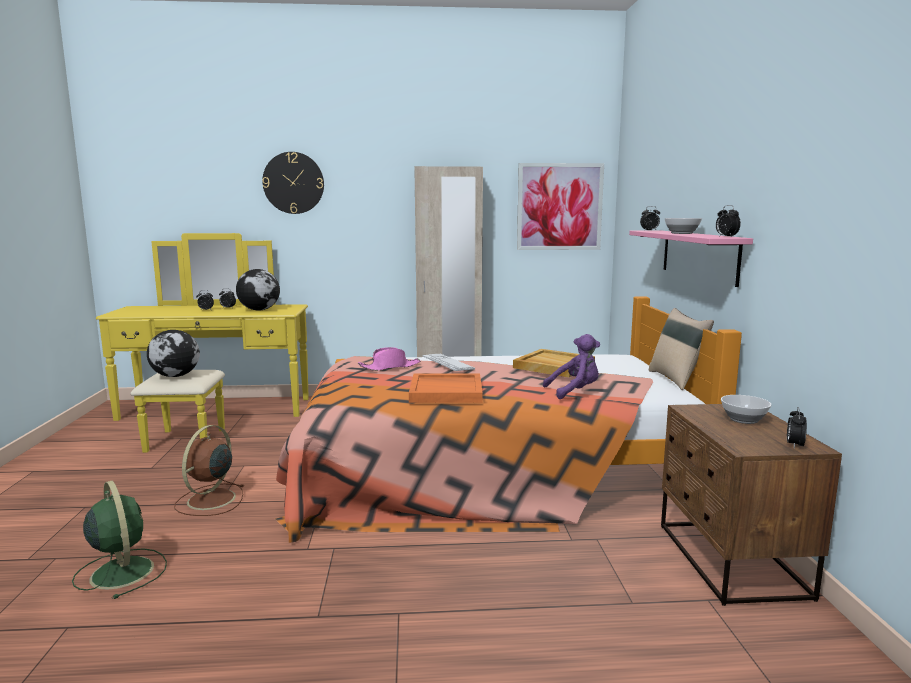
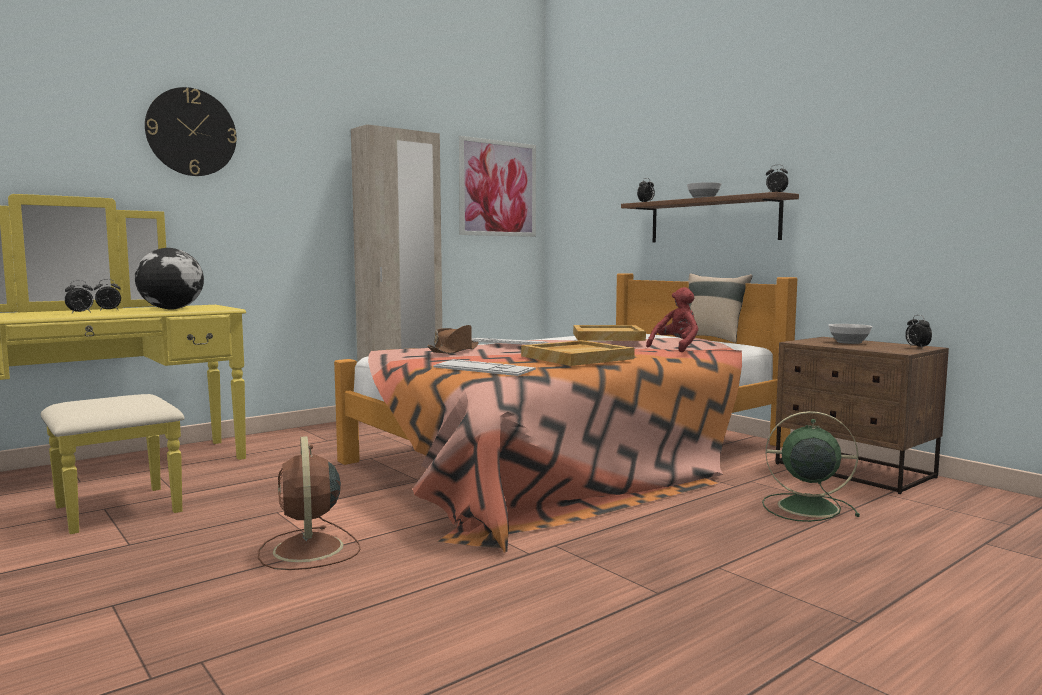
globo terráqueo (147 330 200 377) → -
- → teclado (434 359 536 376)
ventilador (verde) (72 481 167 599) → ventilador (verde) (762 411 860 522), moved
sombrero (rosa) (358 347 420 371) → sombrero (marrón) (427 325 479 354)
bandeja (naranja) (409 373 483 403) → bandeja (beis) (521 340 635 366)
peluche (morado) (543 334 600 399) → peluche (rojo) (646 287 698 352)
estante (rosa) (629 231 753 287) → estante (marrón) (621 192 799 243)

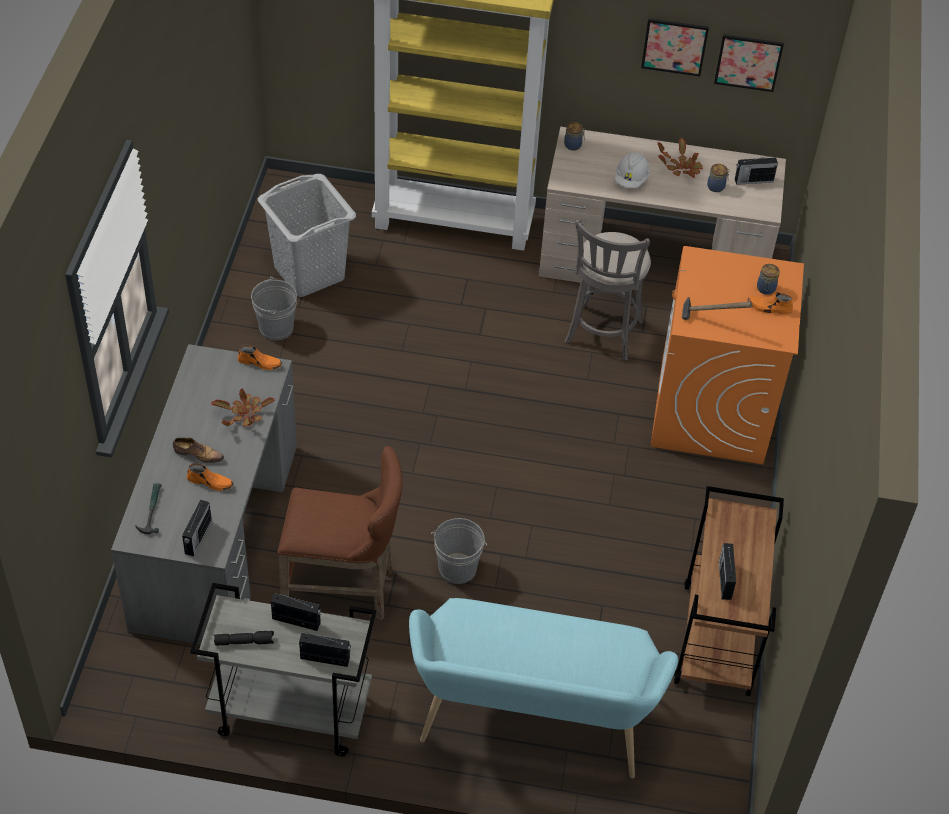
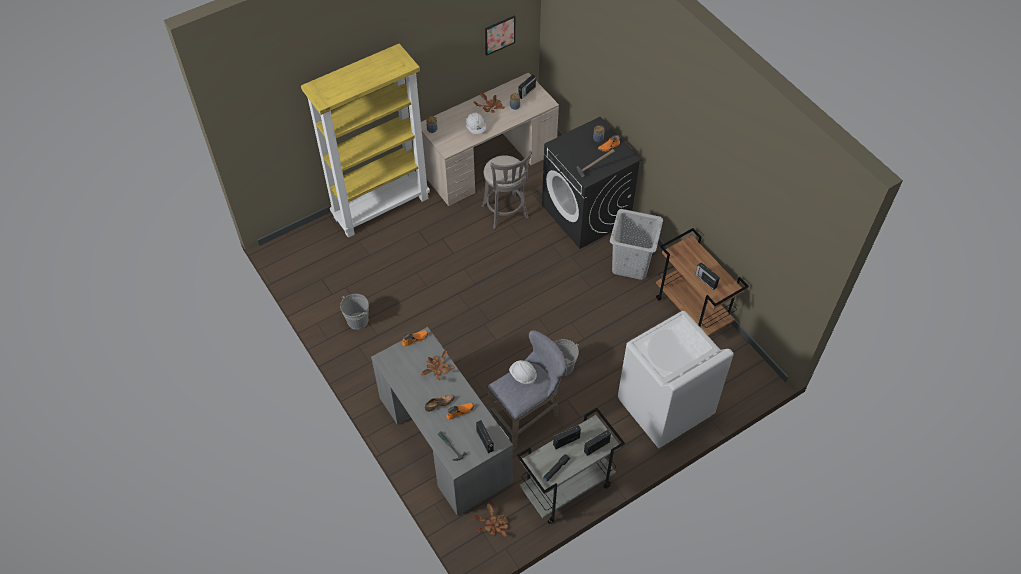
cuadro (641 18 709 76) → -
- → planta en maceta (474 504 508 537)
- → casco (blanco) (509 360 537 384)
cesto de la ropa (gris) (258 174 356 297) → cesto de la ropa (gris) (610 209 663 280), moved
banco (turquesa) (409 598 678 779) → lavadora (blanco) (618 311 734 449)
taburete (marrón) (278 446 403 621) → taburete (gris) (488 330 567 449)
lavadora (naranja) (651 246 804 464) → lavadora (negro) (542 117 642 249)

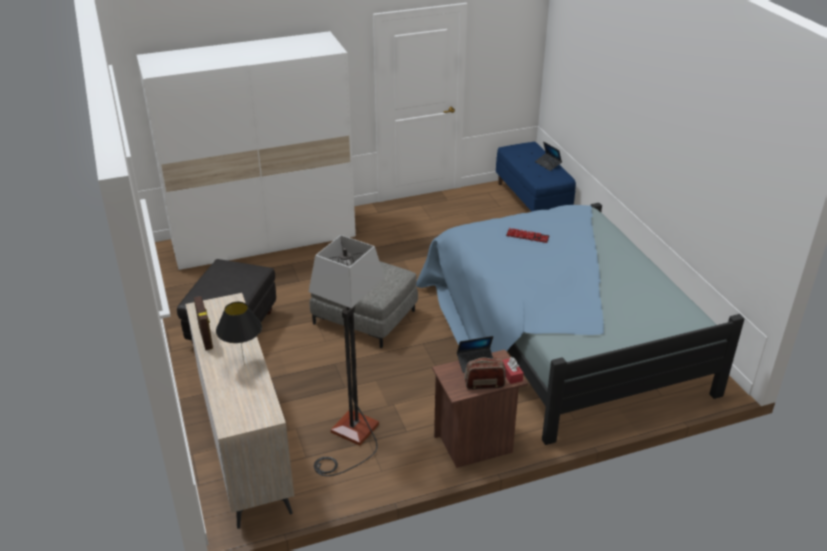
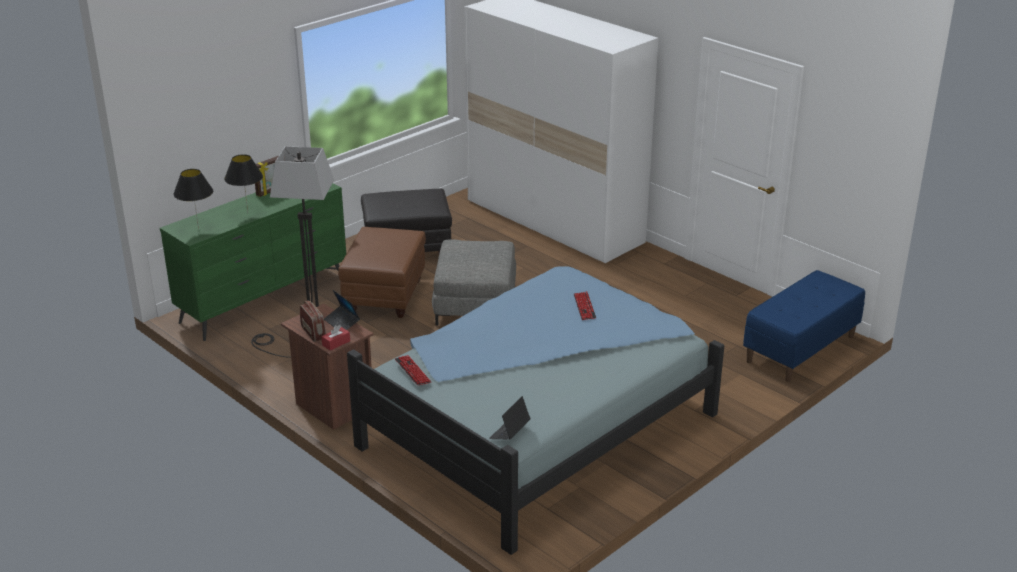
- → lámpara de mesa (negro) (173 169 213 229)
- → puf (marrón) (338 227 426 318)
- → teclado (395 355 431 386)
portátil (535 141 562 171) → portátil (489 396 530 439), moved
cómoda (beis) (185 293 294 529) → cómoda (verde) (160 183 346 341)

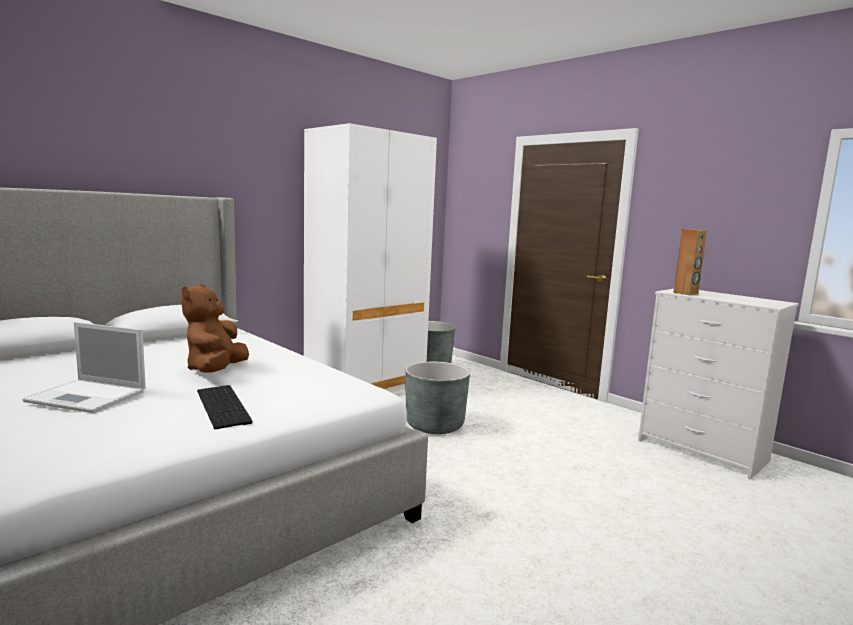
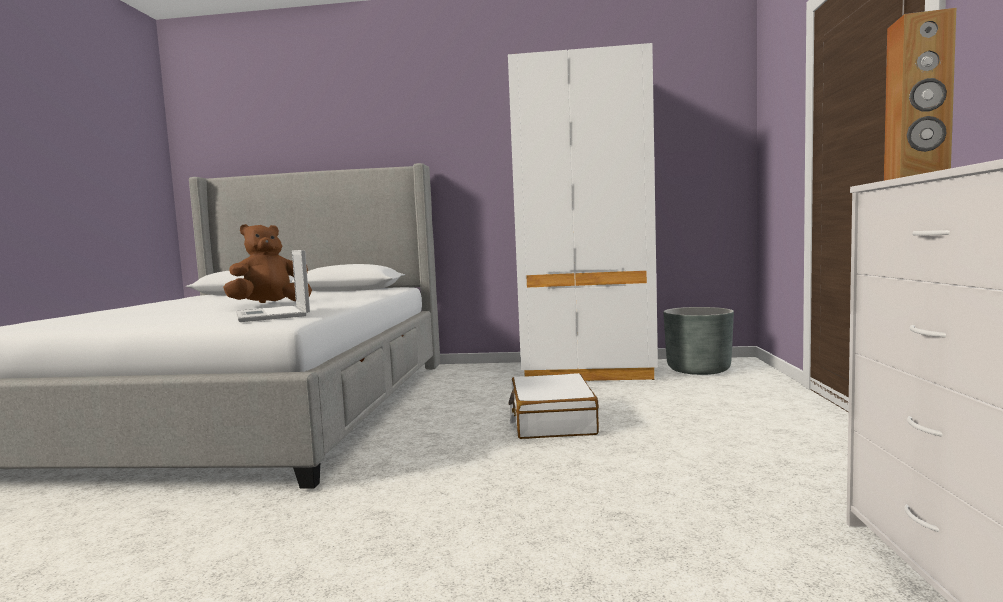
teclado (197 385 253 429) → -
portátil (22 322 146 413) → portátil (236 250 310 322), moved
maceta (gris) (405 362 470 434) → maleta (blanco) (508 373 599 439)

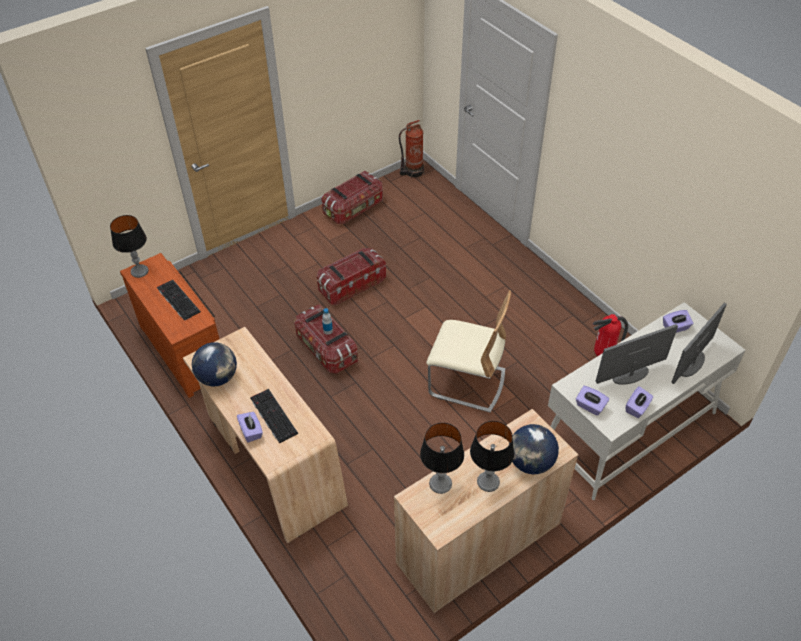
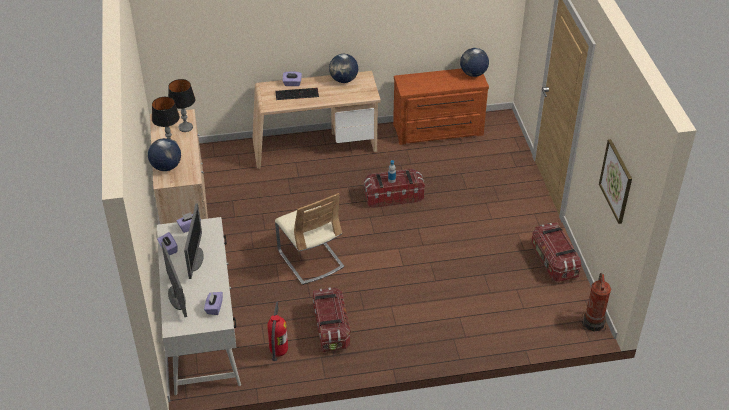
teclado (157 280 201 321) → -
- → cuadro (599 139 632 224)
caja de almacenaje (317 248 386 306) → caja de almacenaje (313 288 351 352), moved
lámpara de mesa (110 215 148 278) → globo terráqueo (460 48 489 77)
silla (beis) (426 290 511 412) → silla (beis) (275 193 344 285), 75 degrees counterclockwise

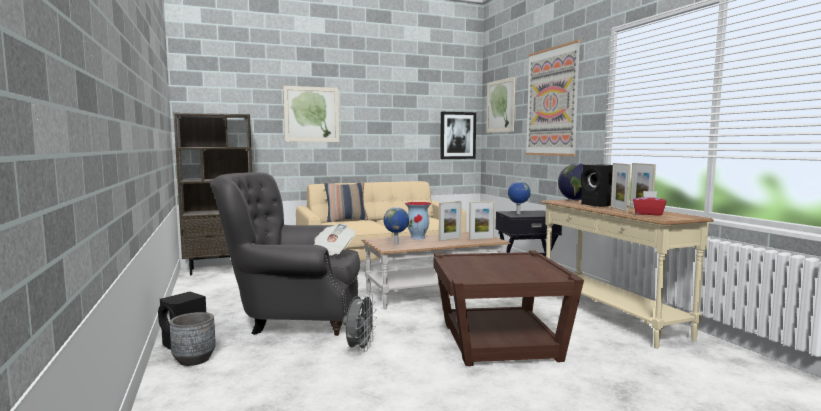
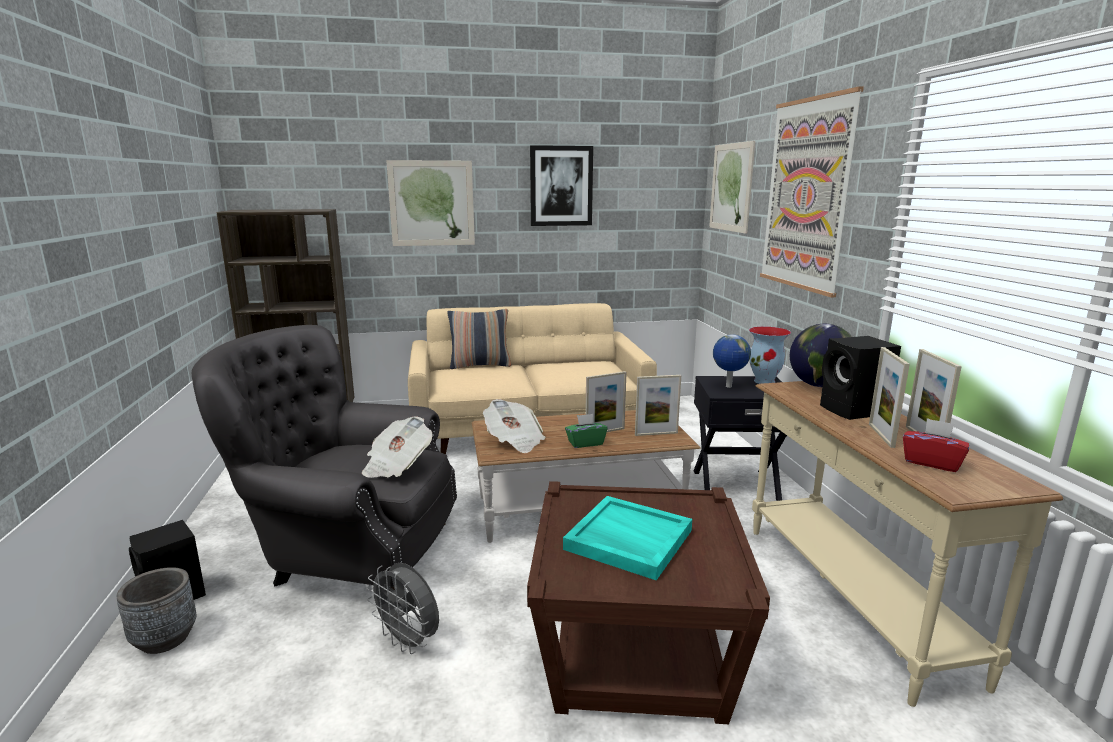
- → bandeja (turquesa) (563 496 692 580)
- → caja de pañuelos (verde) (565 414 608 448)
florero (405 202 432 240) → florero (749 326 791 384), moved
cuadro (440 112 476 159) → cuadro (530 145 593 226), moved
globo terráqueo (383 207 409 245) → periódico (483 399 546 453)
ventilador (gris) (343 293 377 352) → ventilador (gris) (366 563 439 654), 105 degrees clockwise

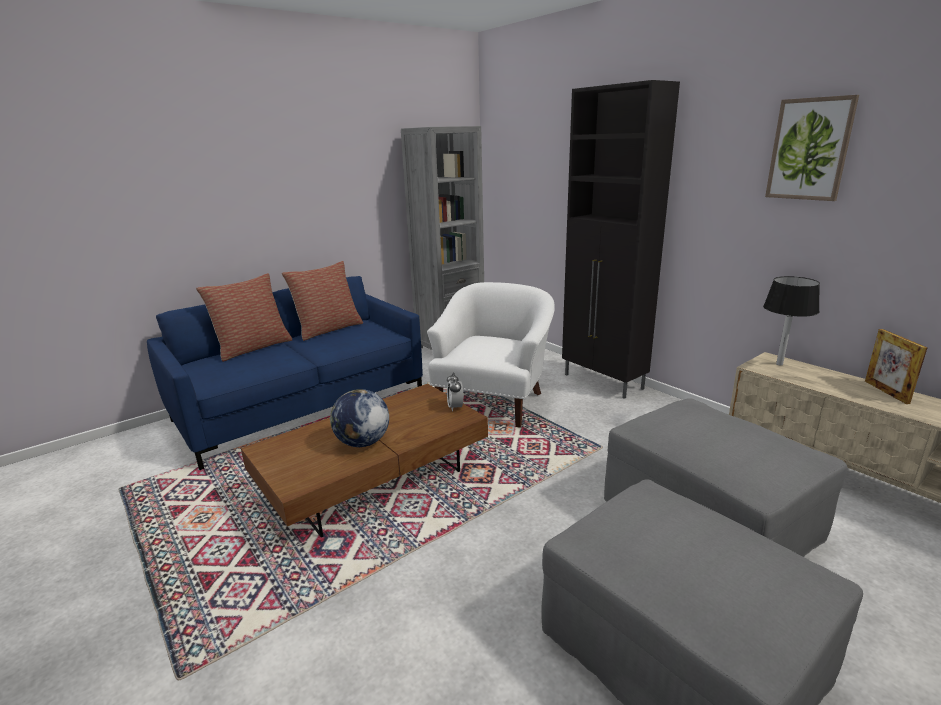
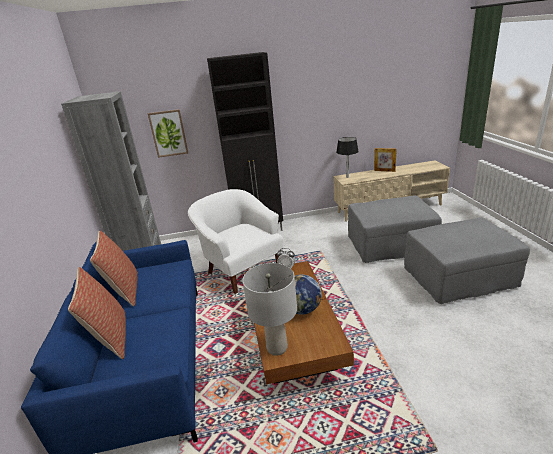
- → lámpara de mesa (gris) (243 263 297 356)
cuadro (765 95 859 201) → cuadro (148 109 188 158), moved

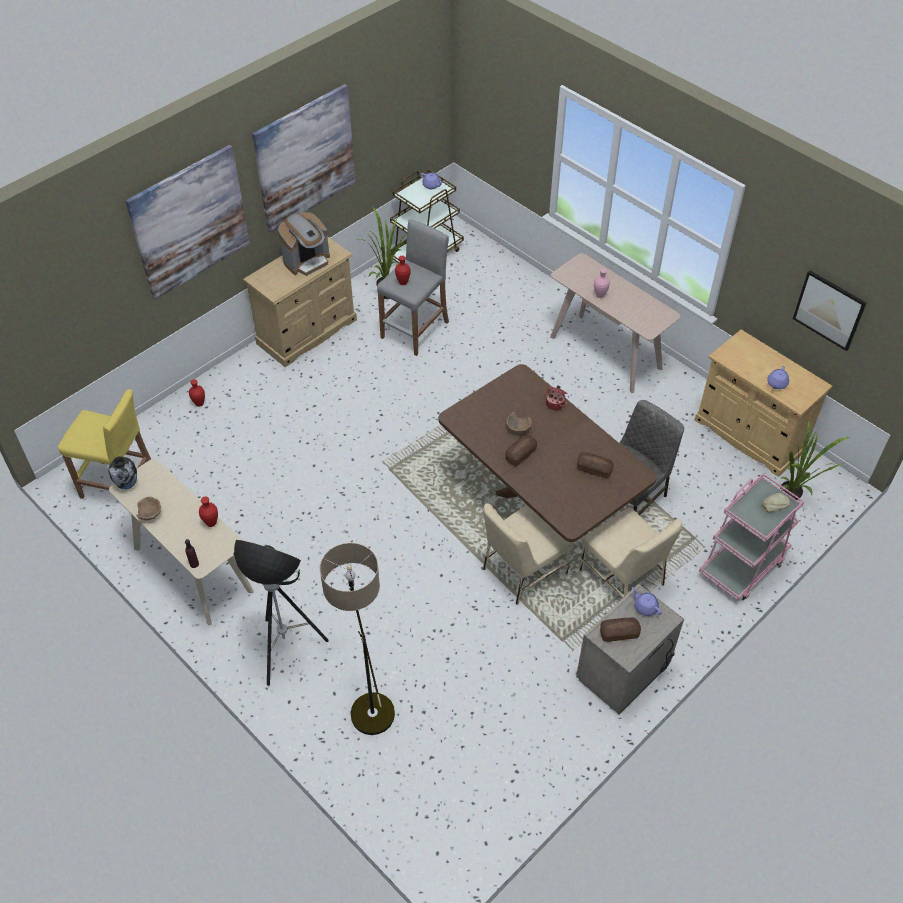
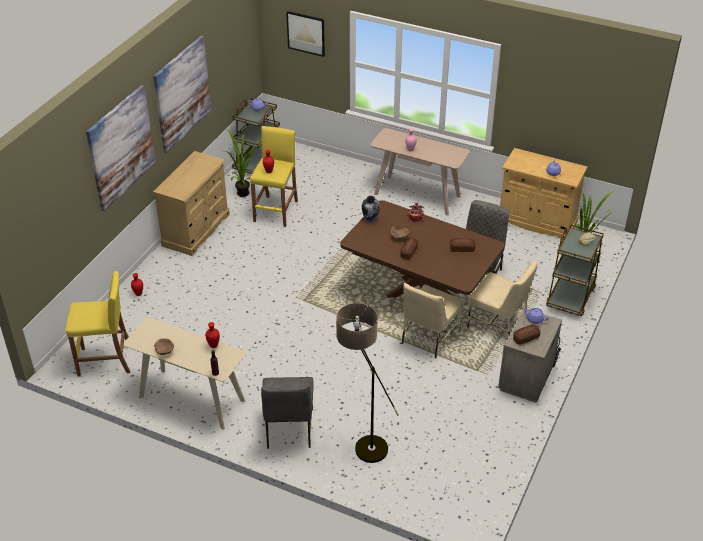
cafetera (278 212 330 276) → -
florero (108 456 137 489) → florero (362 196 380 222), moved
cuadro (793 270 866 351) → cuadro (286 11 325 57), moved
lámpara de pie (233 540 329 686) → silla (gris) (261 377 314 449)
taburete (gris) (377 219 449 356) → taburete (amarillo) (250 126 298 227)
carrito (rosa) (699 473 804 600) → carrito (marrón) (546 224 604 316)

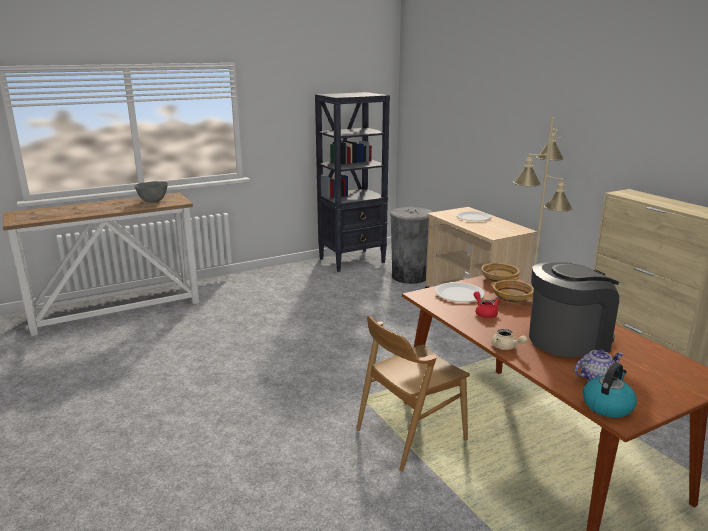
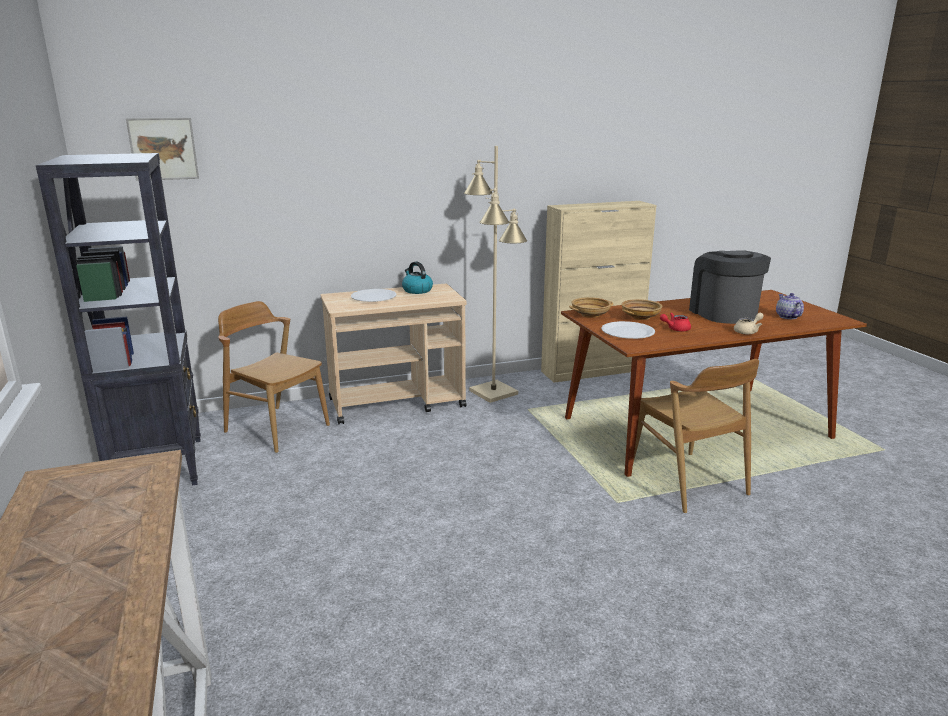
cuenco (gris) (134 181 168 203) → -
- → cuadro (126 118 199 181)
hervidor (583 362 637 418) → hervidor (402 261 433 294), moved
papelera (gris) (390 207 433 284) → silla (marrón) (218 301 330 453)

